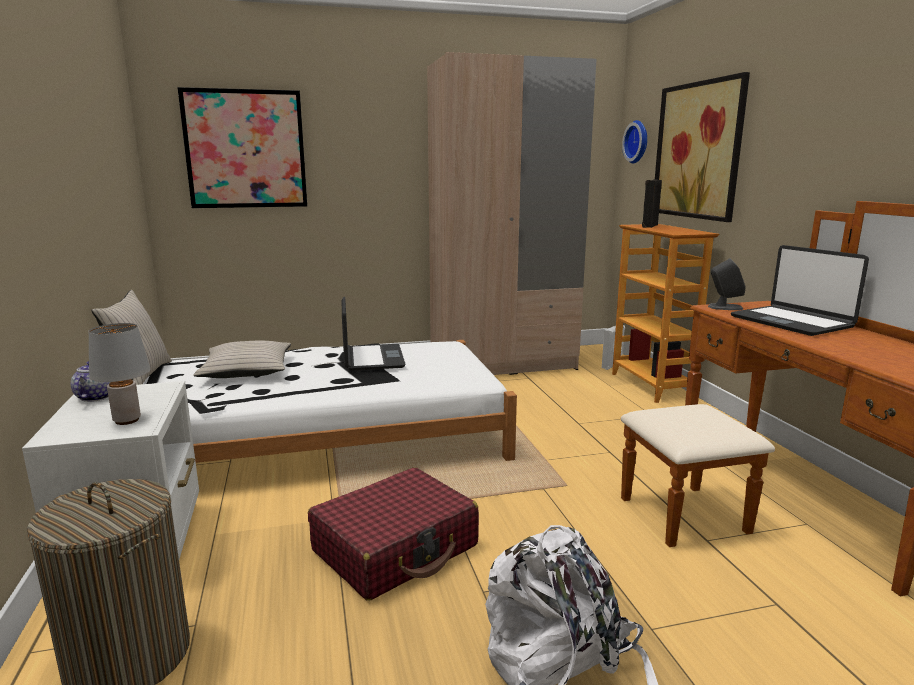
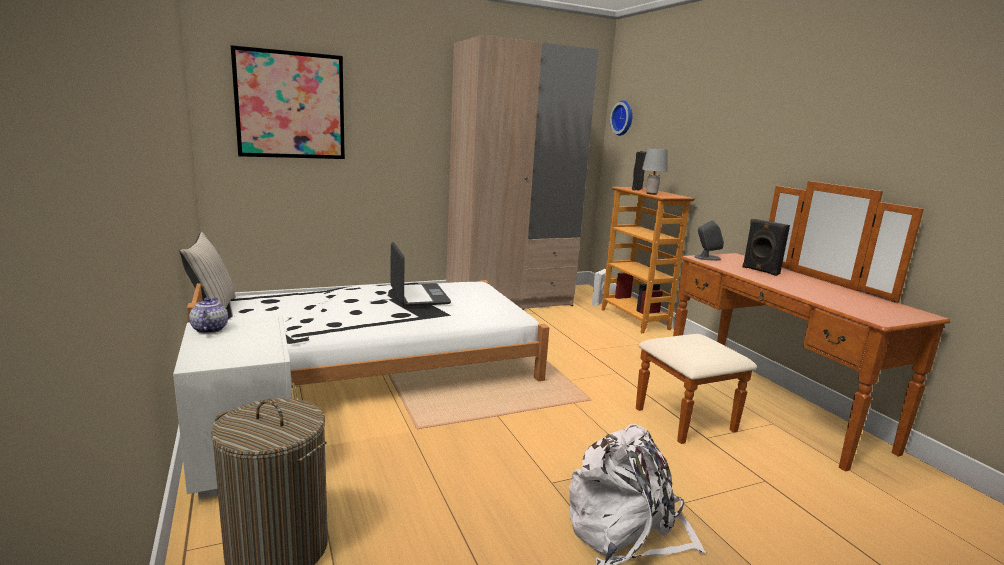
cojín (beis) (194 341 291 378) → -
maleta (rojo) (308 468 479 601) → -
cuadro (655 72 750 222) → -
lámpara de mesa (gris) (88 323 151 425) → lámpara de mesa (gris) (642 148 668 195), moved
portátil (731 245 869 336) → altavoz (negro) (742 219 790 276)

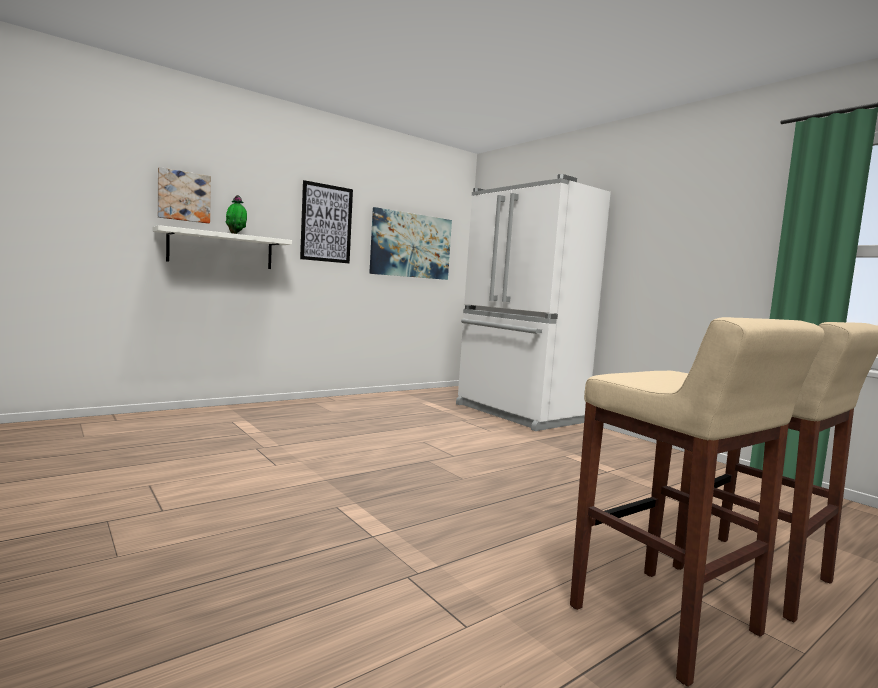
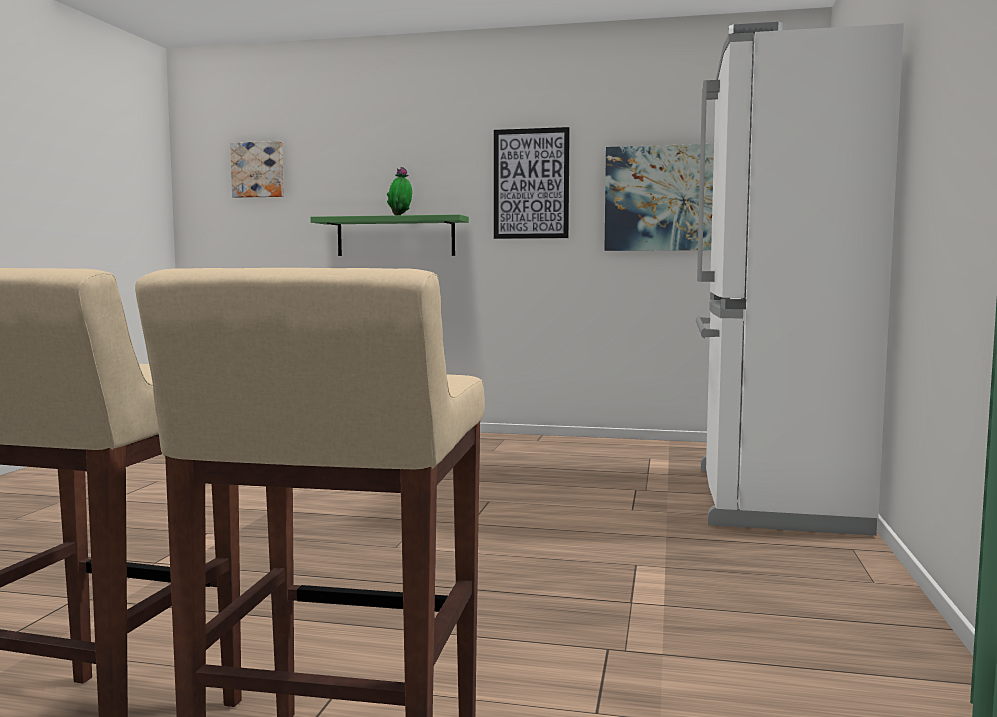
cuadro (158 167 211 224) → cuadro (230 141 284 198), moved
estante (blanco) (153 225 292 269) → estante (verde) (310 214 469 256)

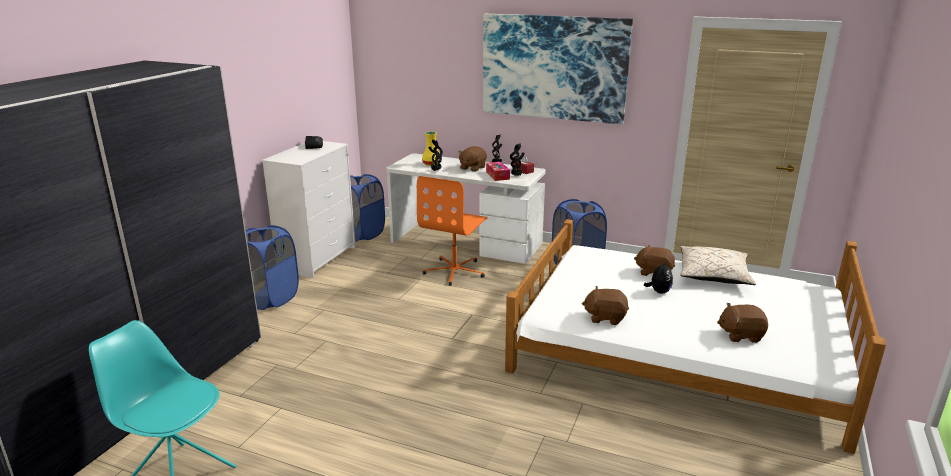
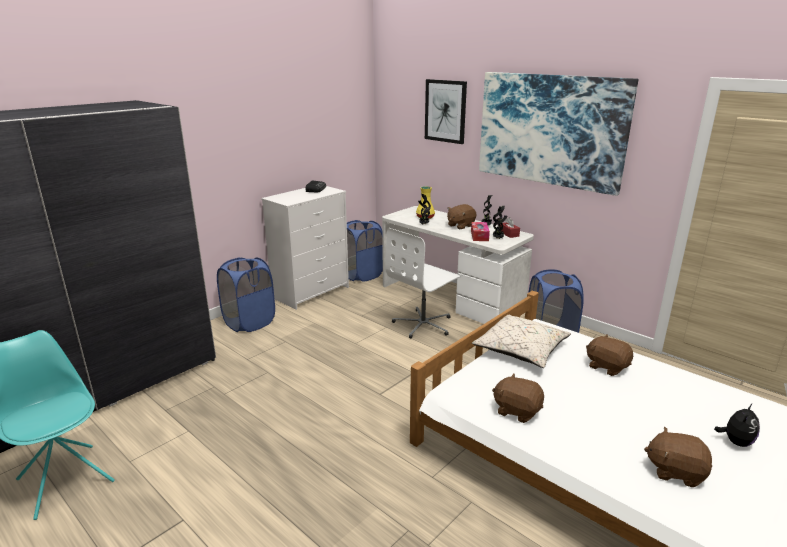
- → cuadro (425 79 467 144)
peluche (644 261 673 294) → peluche (714 404 760 447), moved
cojín (beis) (680 246 756 285) → cojín (beis) (472 315 571 368), moved
silla de oficina (naranja) (417 176 487 286) → silla de oficina (blanco) (385 228 460 338)

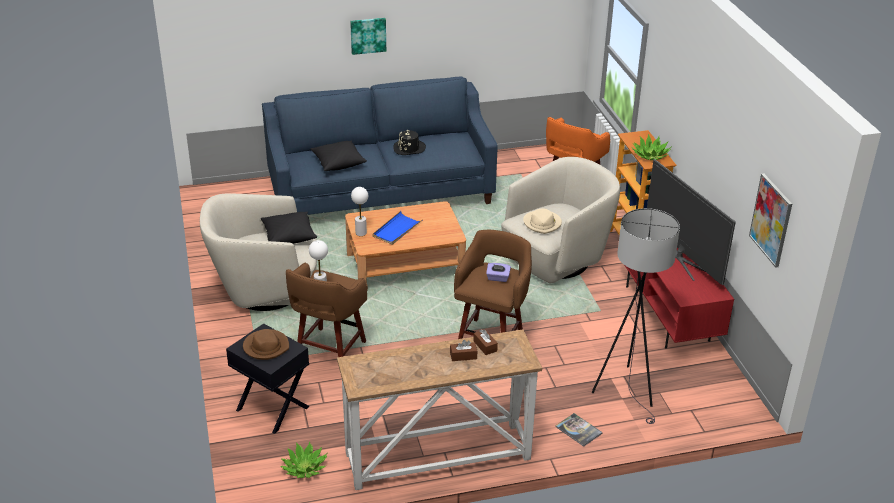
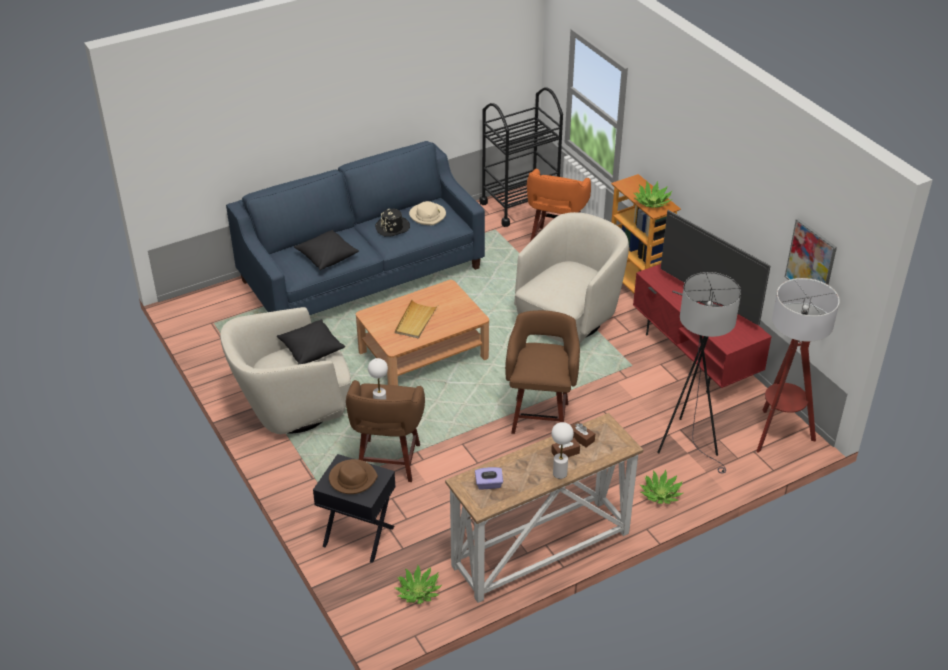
cuadro (350 18 386 55) → -
- → carrito (negro) (480 88 563 227)
- → lámpara de pie (756 278 840 453)
lámpara de mesa (blanco) (351 187 368 236) → lámpara de mesa (blanco) (551 422 574 479), moved
caja de pañuelos (morado) (486 263 511 282) → caja de pañuelos (morado) (475 467 503 490), moved
sombrero (beis) (523 208 562 234) → sombrero (beis) (409 201 446 225), moved
libro (556 413 603 447) → planta en maceta (640 470 683 504)
bandeja (azul) (373 211 423 245) → bandeja (beis) (395 300 438 339)

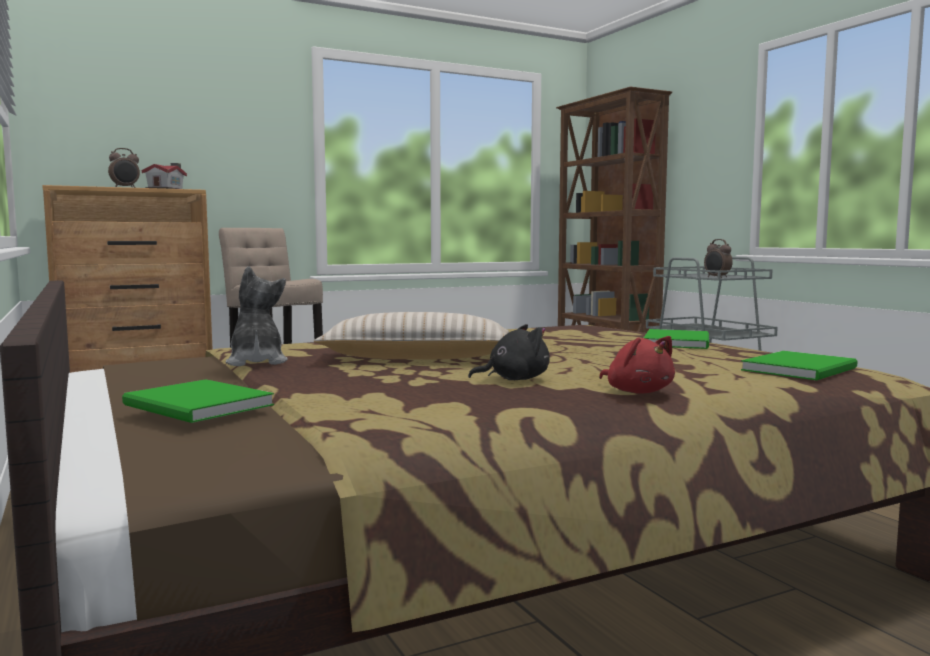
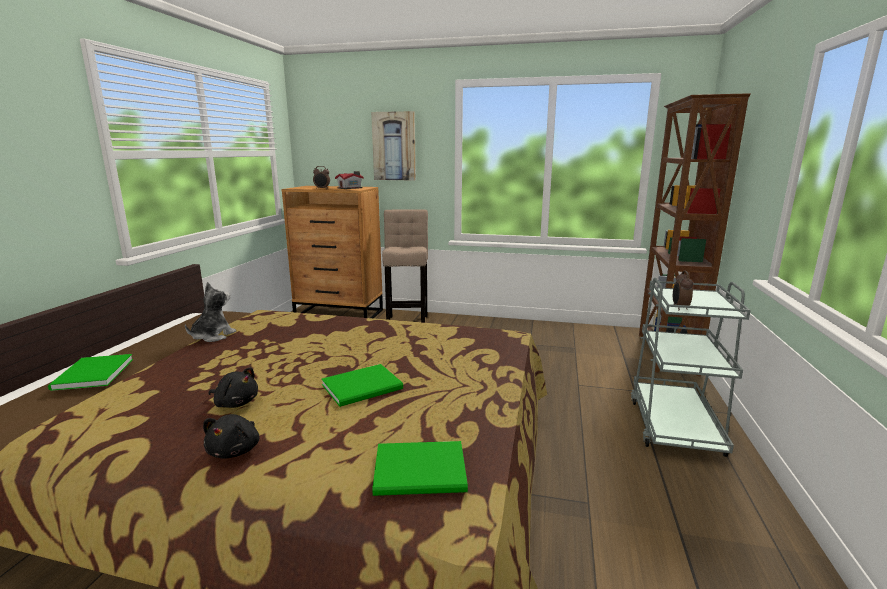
cojín (beis) (314 312 509 359) → -
- → cuadro (371 111 416 181)
libro (verde) (644 329 709 349) → libro (verde) (322 364 403 407), moved
peluche (rojo) (599 336 675 394) → peluche (negro) (203 414 260 459)

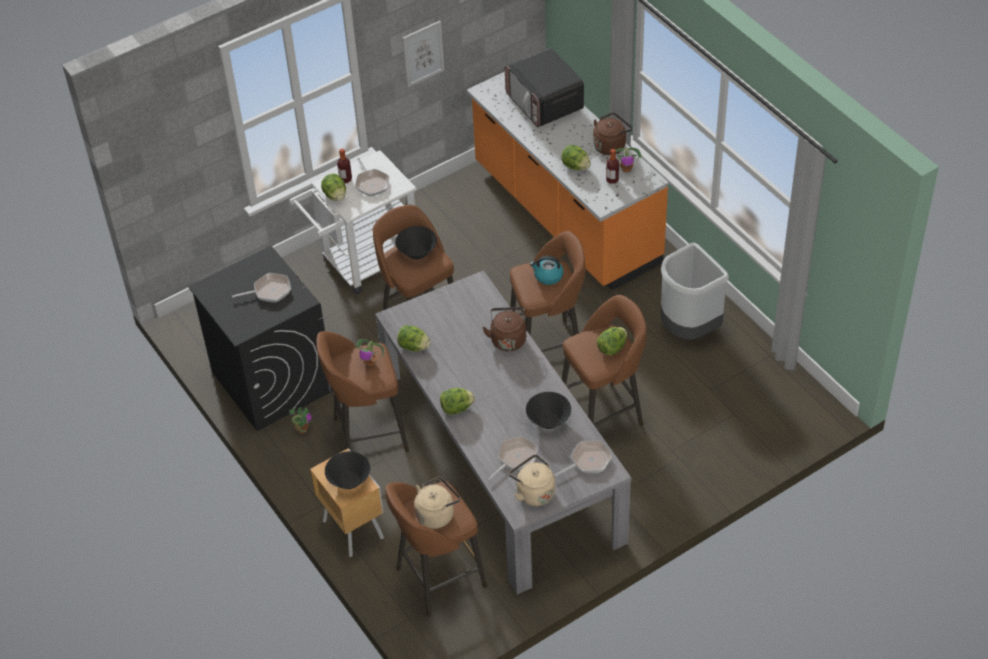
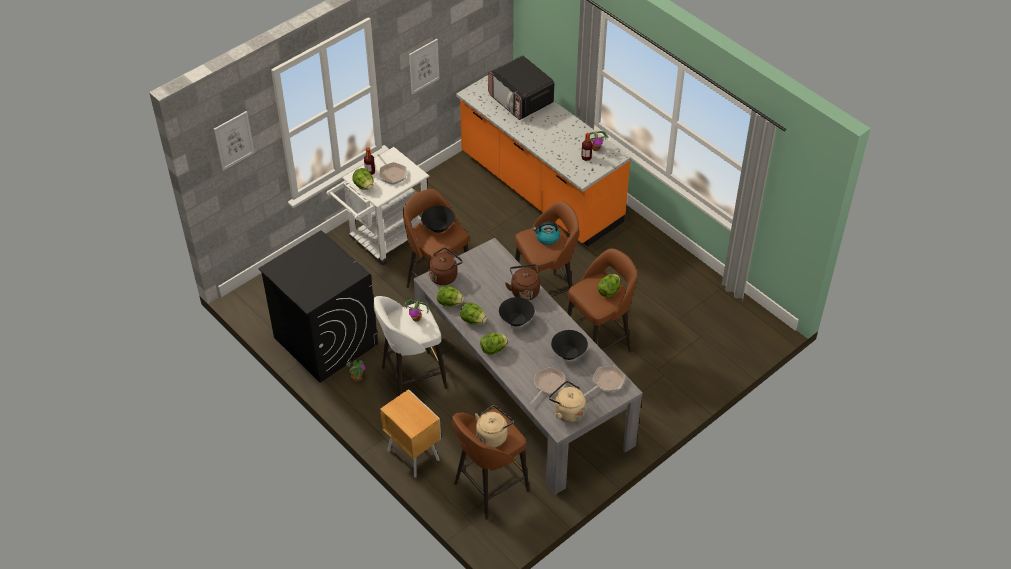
sartén (232 273 291 302) → -
papelera (gris) (660 243 729 340) → -
- → cuadro (214 111 255 171)
cuenco (negro) (325 451 370 489) → cuenco (negro) (499 297 535 326), moved
lechuga (561 145 591 170) → lechuga (460 302 487 325), moved
hervidor (marrón) (593 113 633 155) → hervidor (marrón) (428 248 463 285), moved
taburete (marrón) (316 331 409 452) → taburete (blanco) (374 296 448 396)

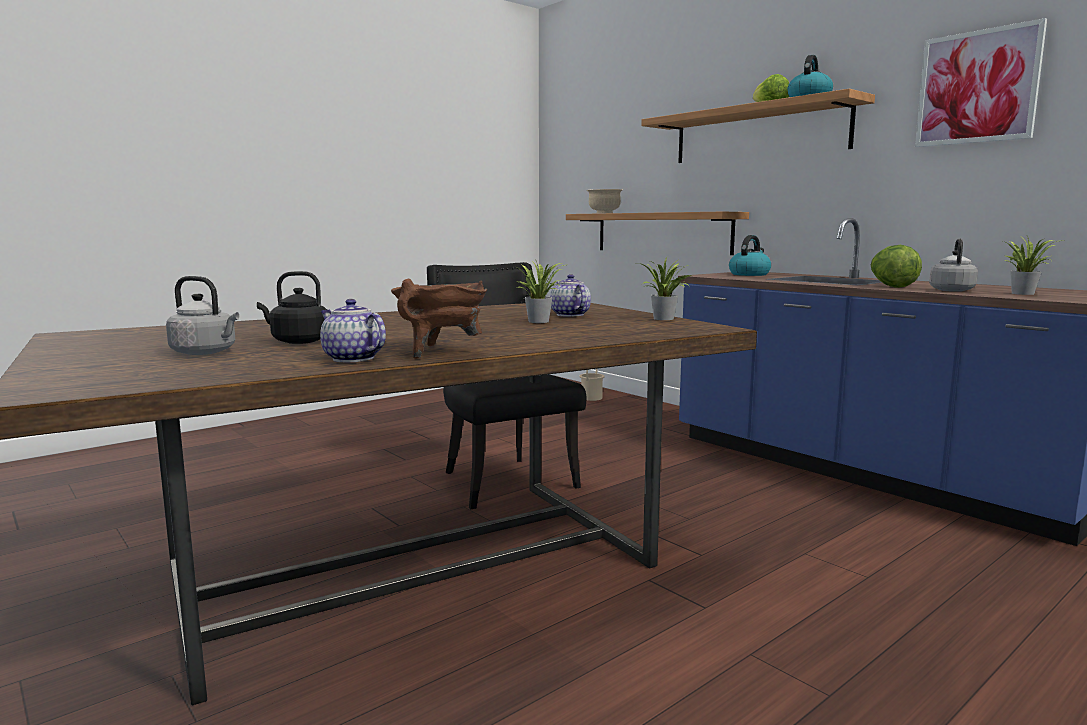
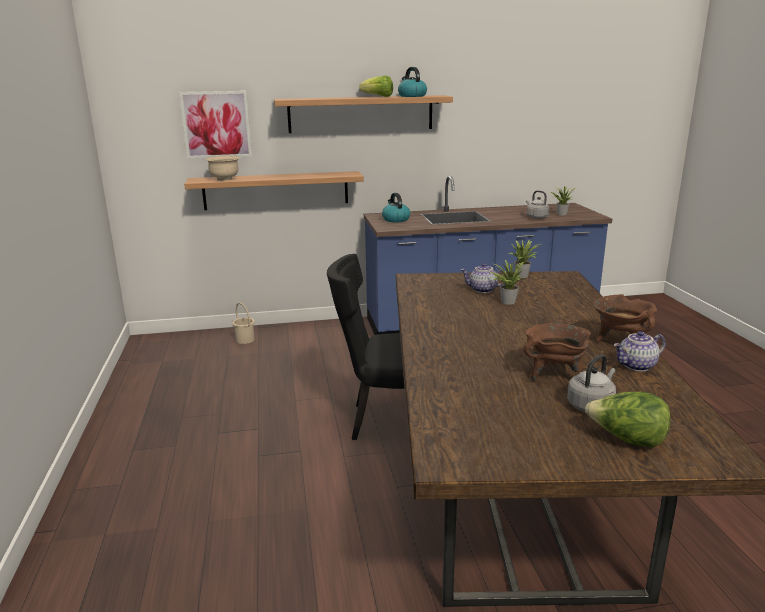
lechuga (871 245 922 288) → lechuga (585 392 670 447), moved
cuadro (915 18 1047 147) → cuadro (179 91 252 159), moved
hervidor (negro) (257 271 327 344) → olla (marrón) (523 323 591 381)

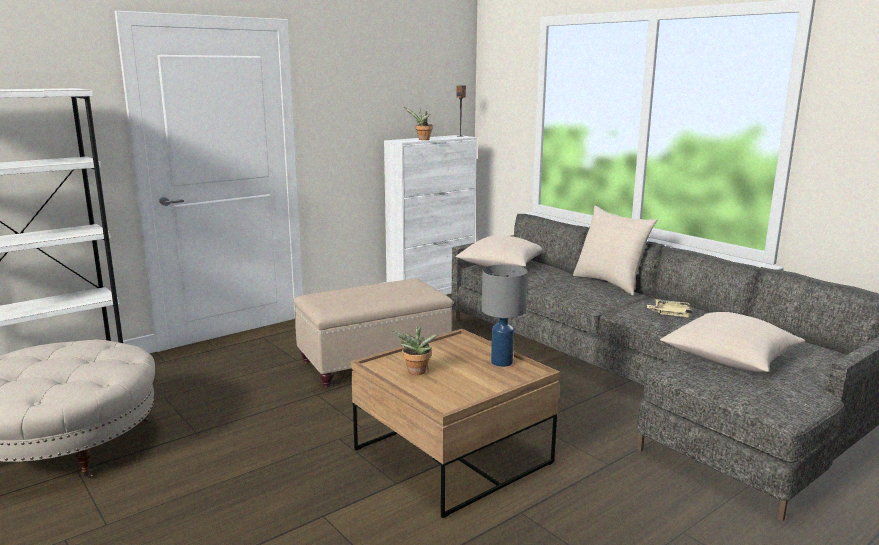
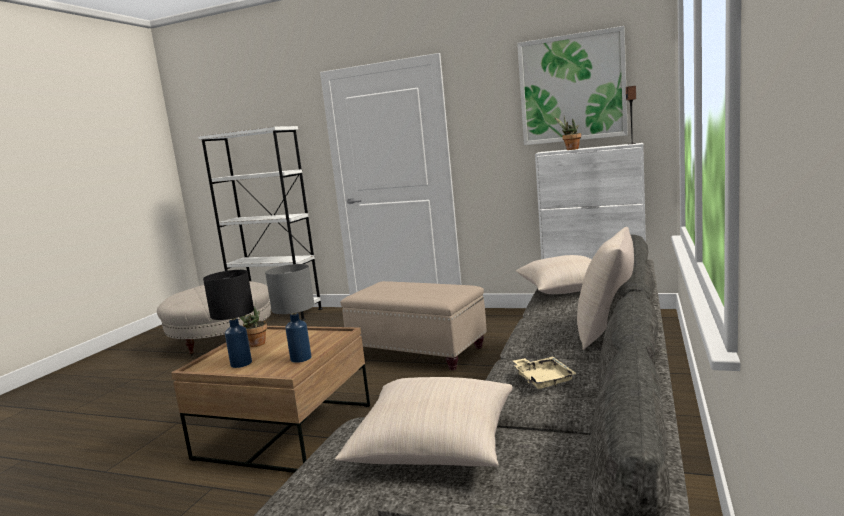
- → lámpara de mesa (negro) (203 270 254 368)
- → cuadro (517 26 628 145)

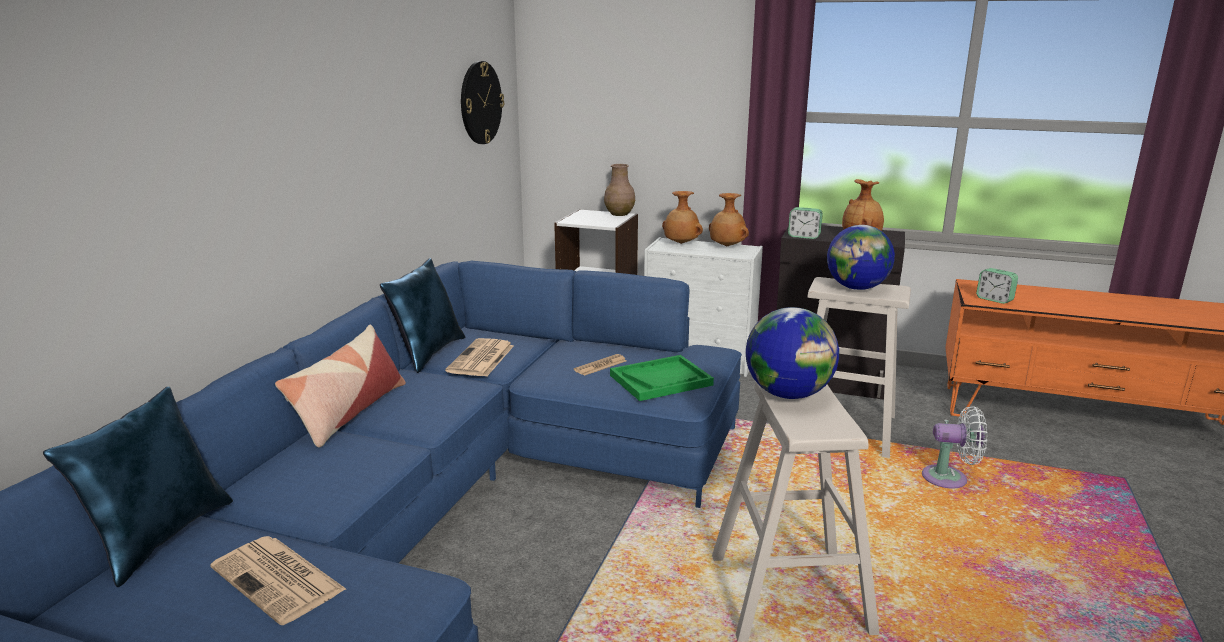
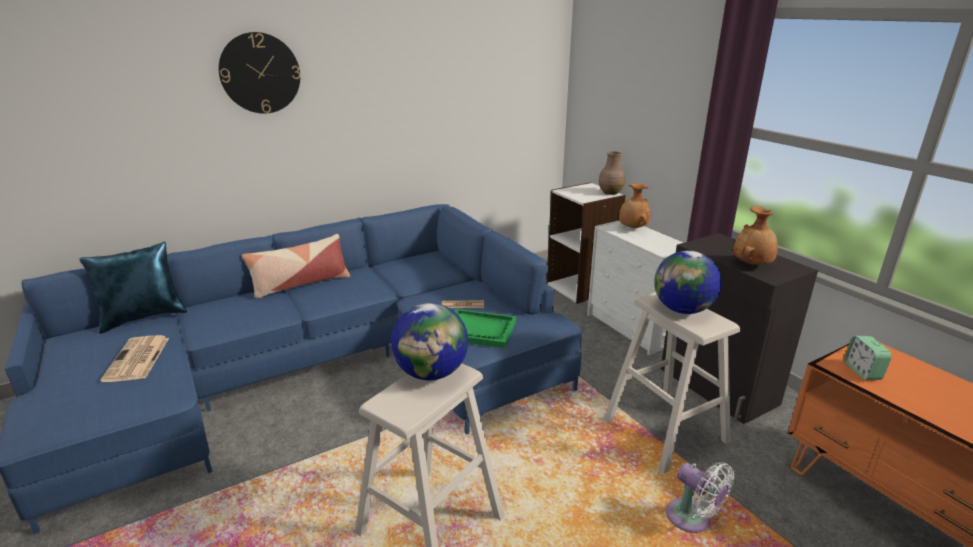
cojín (azul) (380 258 465 373) → -
periódico (445 338 514 377) → -
florero (marrón) (709 193 749 246) → -
despertador (788 207 823 239) → -
reloj de pared (461 61 504 144) → reloj de pared (219 32 300 114), moved

